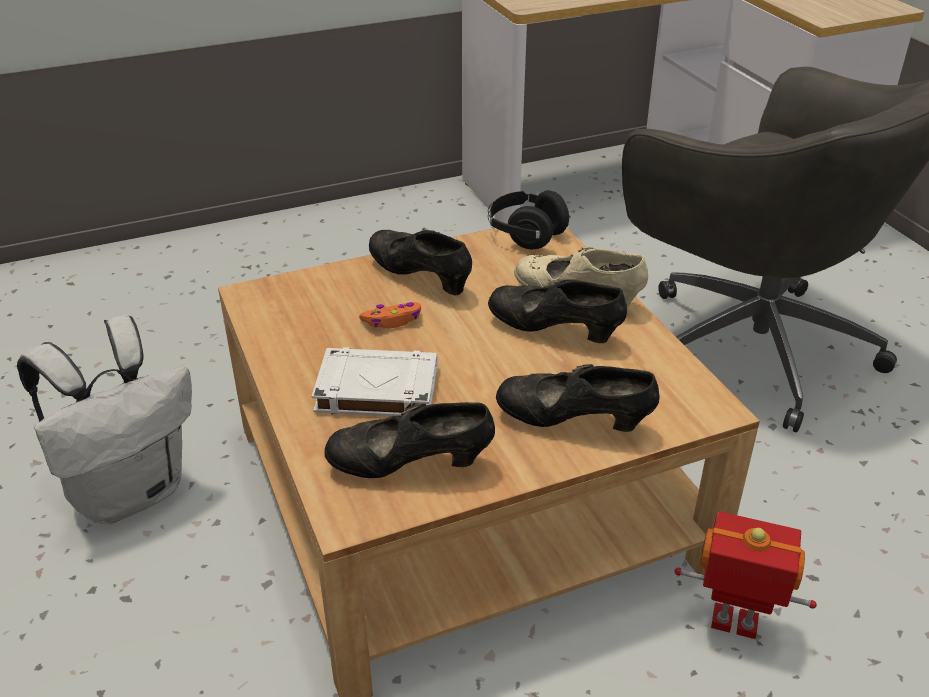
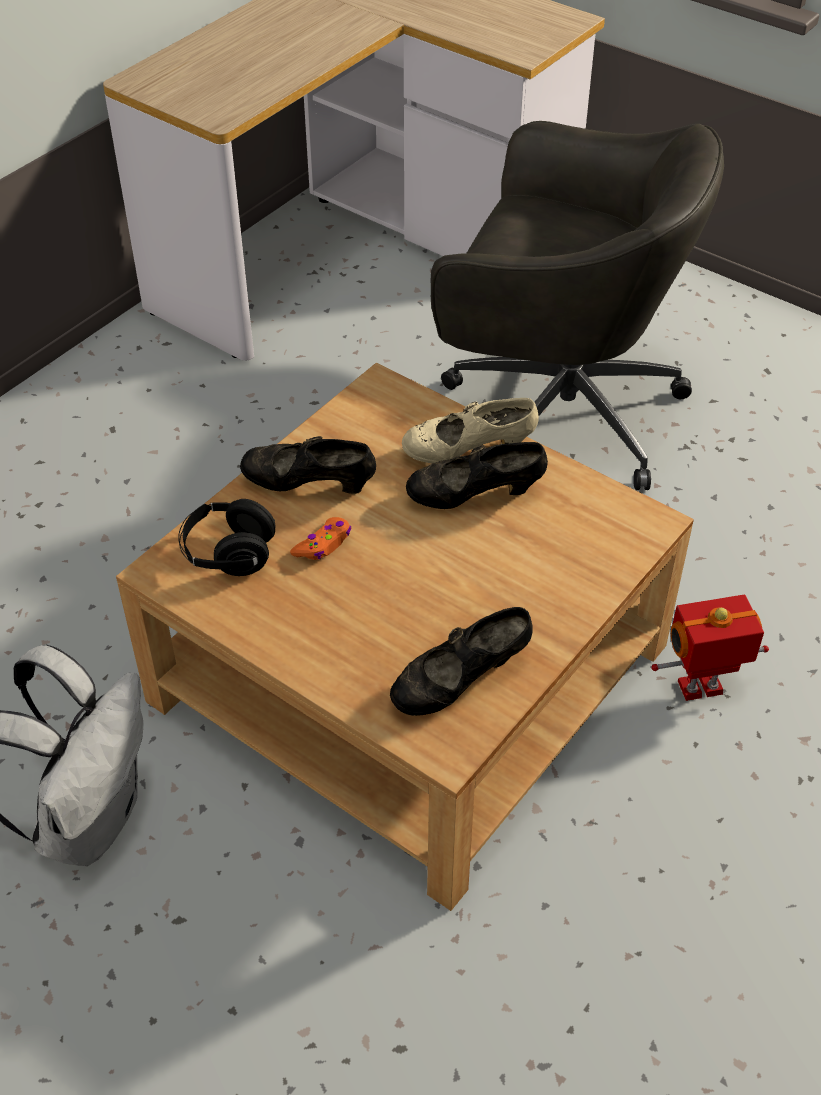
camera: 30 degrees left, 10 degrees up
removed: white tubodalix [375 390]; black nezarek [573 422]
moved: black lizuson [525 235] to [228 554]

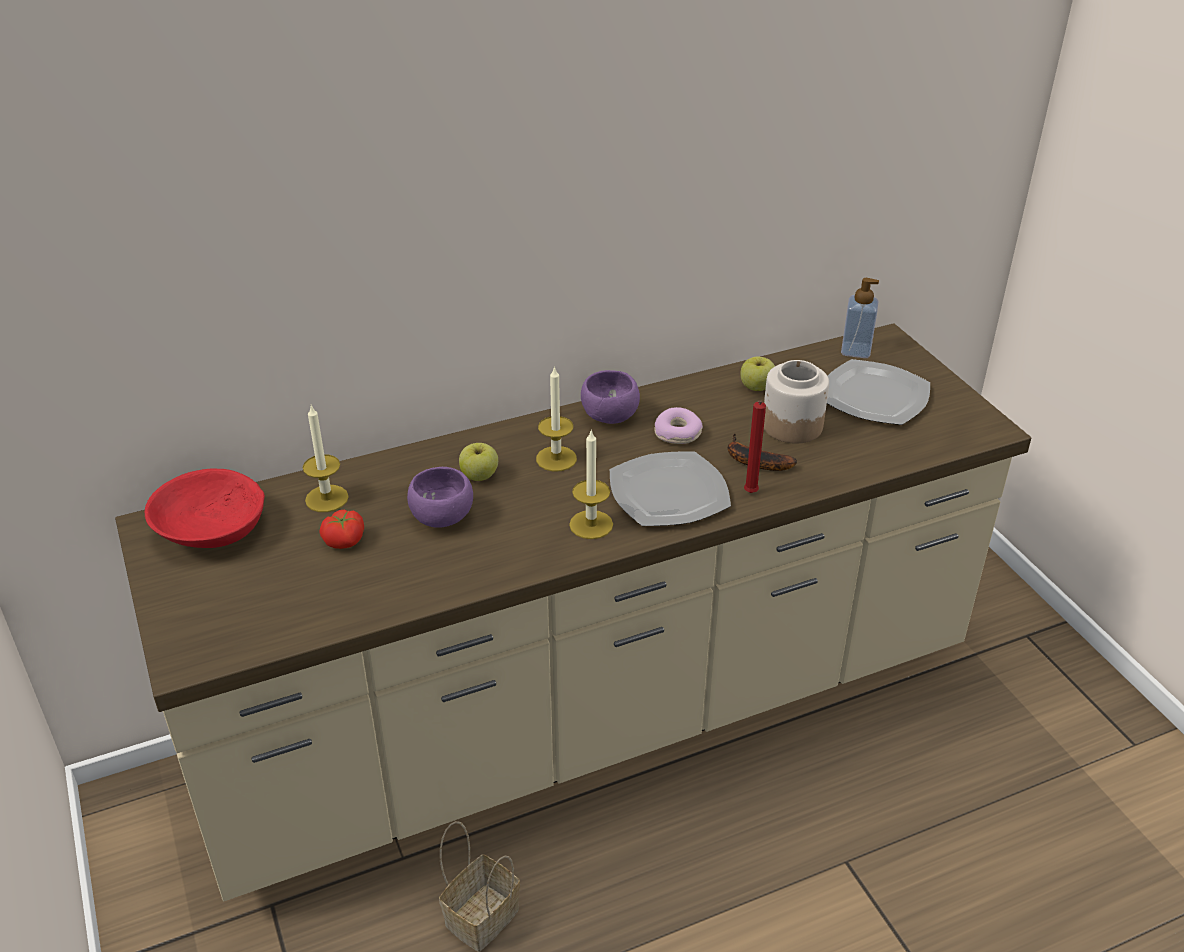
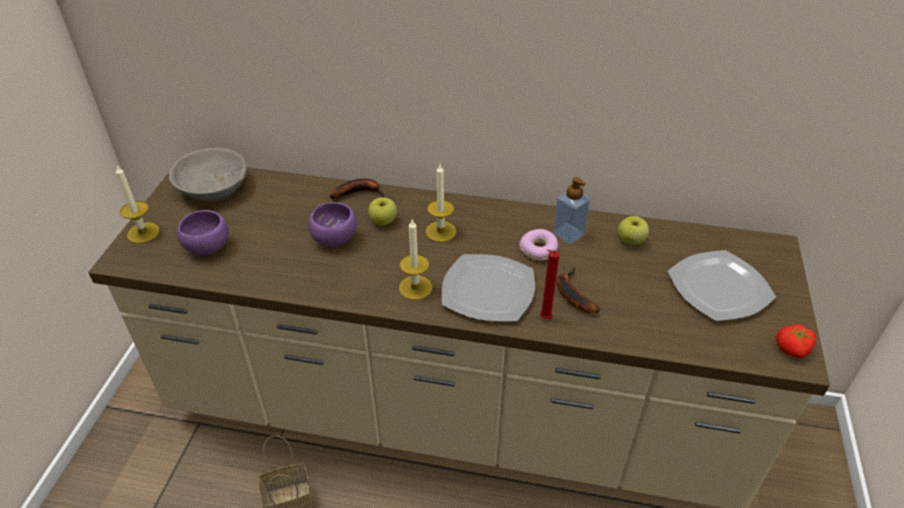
camera: 35 degrees right, 5 degrees up
removed: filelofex [792 425]
added: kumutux [359 192]
moved: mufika [327 498] to [143 233]; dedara [345 541] to [792 349]; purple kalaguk [608 415] to [207 246]; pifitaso [855 350] to [568 234]
recoloured: red kalaguk [210 529] to grey kalaguk [213 187]

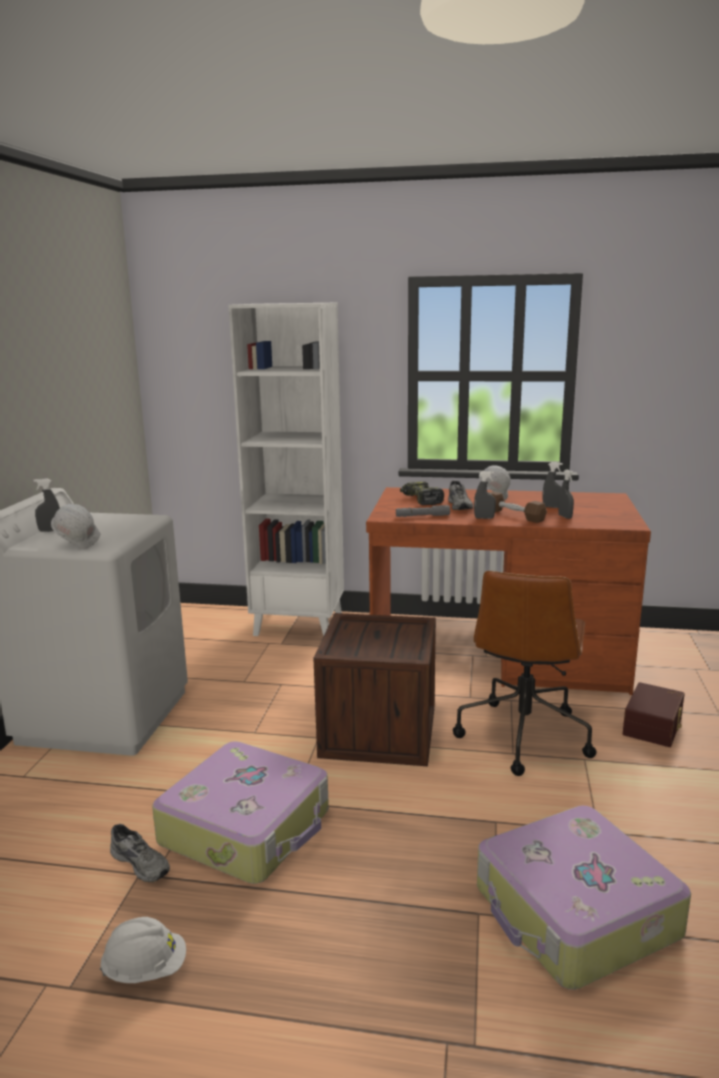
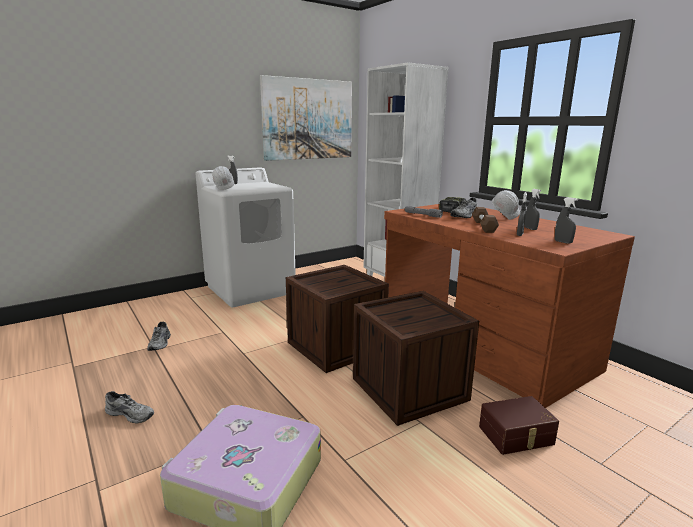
camera: 45 degrees right, 0 degrees up
removed: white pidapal [145 969]; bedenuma [247 827]
added: grey nezarek [131 414]; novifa [308 119]
moved: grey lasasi [484 518] to [563 242]
replaced: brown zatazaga [523 735] to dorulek [409 389]

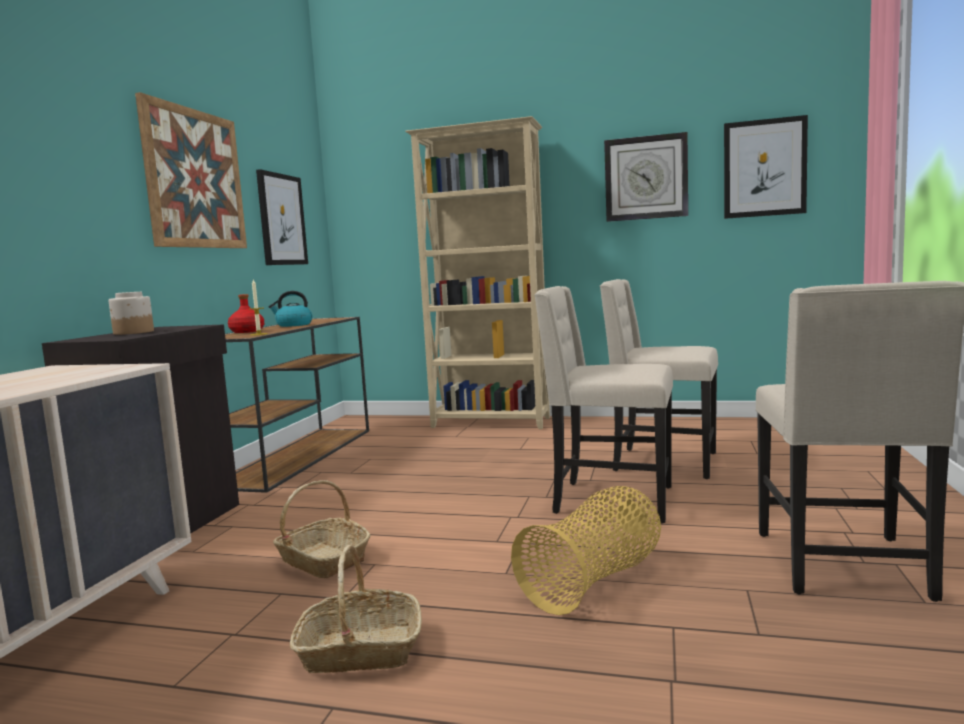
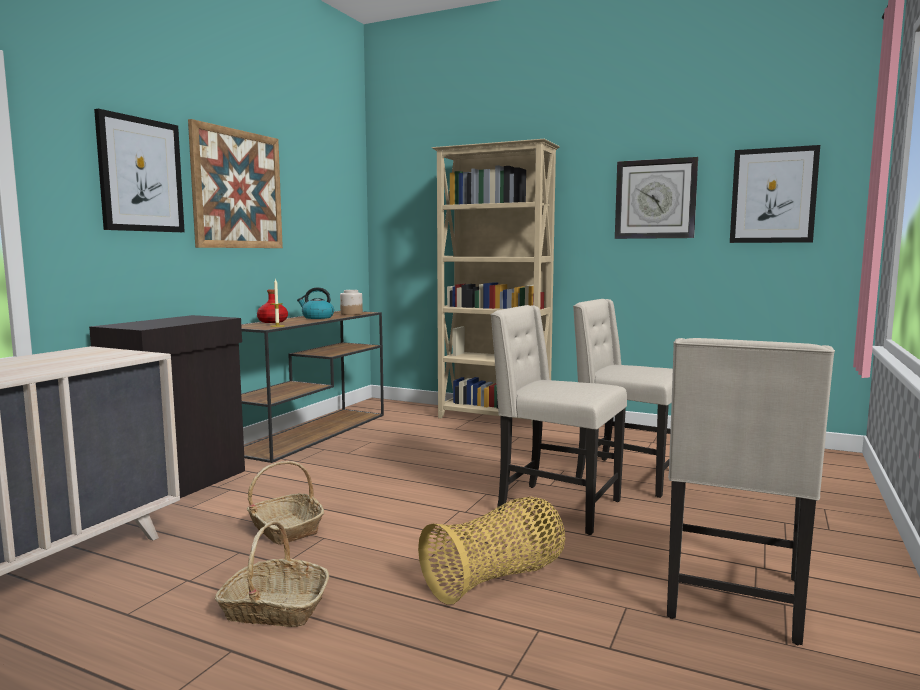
camera: 10 degrees right, 0 degrees up
moved: filelofex [133 332] to [351 314]; novifa [281 219] to [140 175]

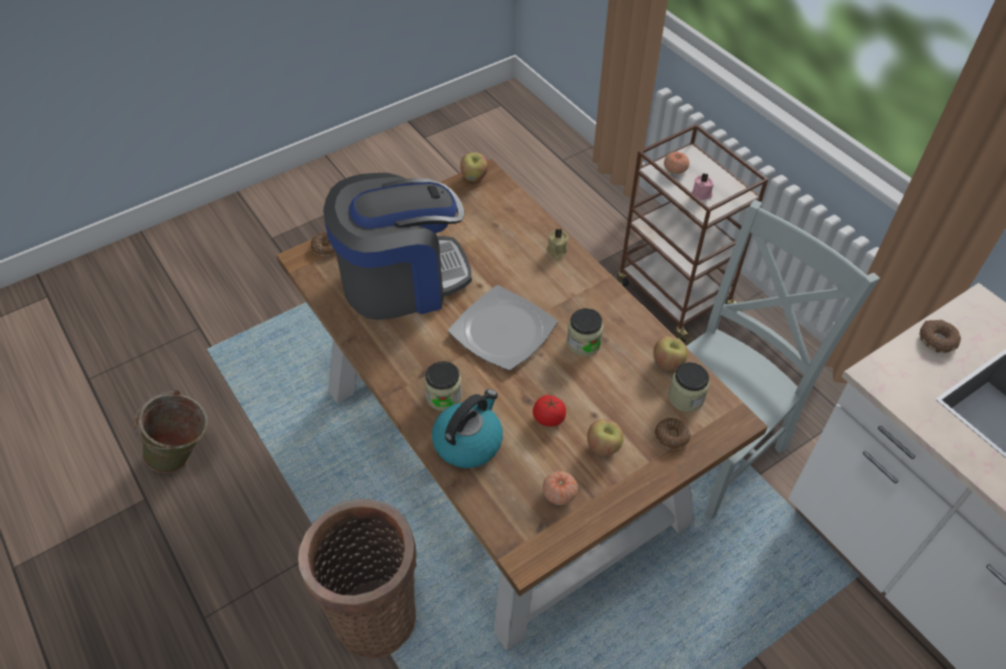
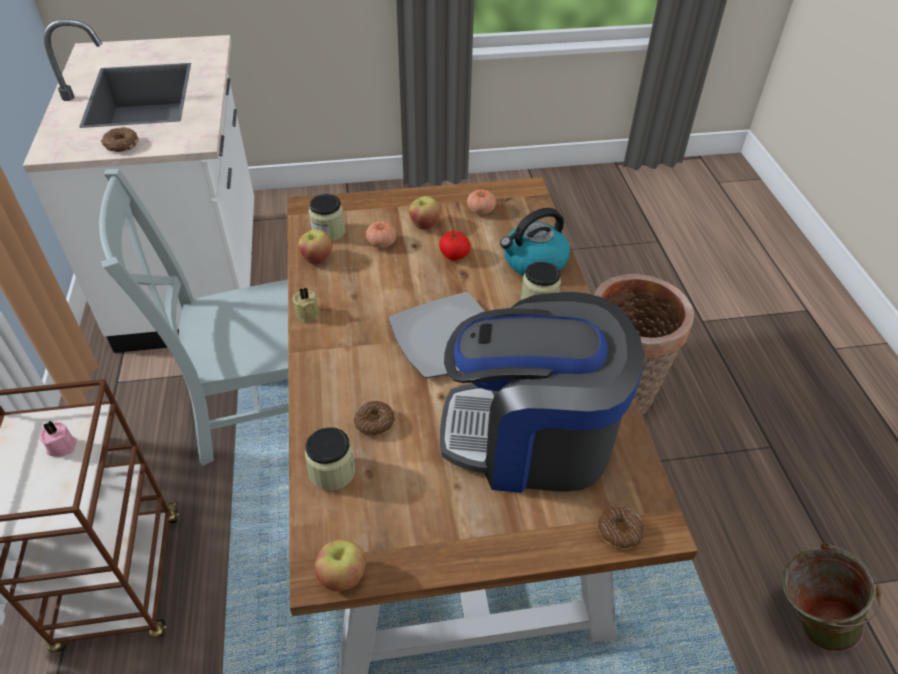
camera: 155 degrees left, 5 degrees down
moved: beige mufika [557 251] to [308 313]; filelofex [583 343] to [332 472]; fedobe [671 437] to [374 423]; dedara [675 170] to [381 243]

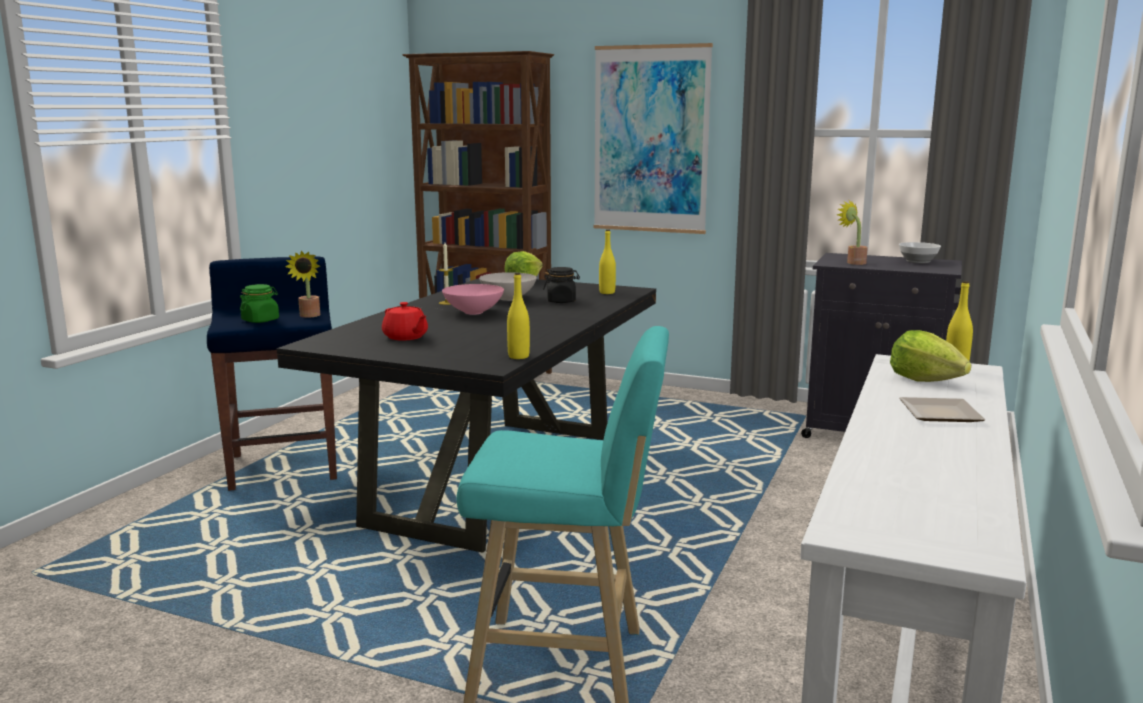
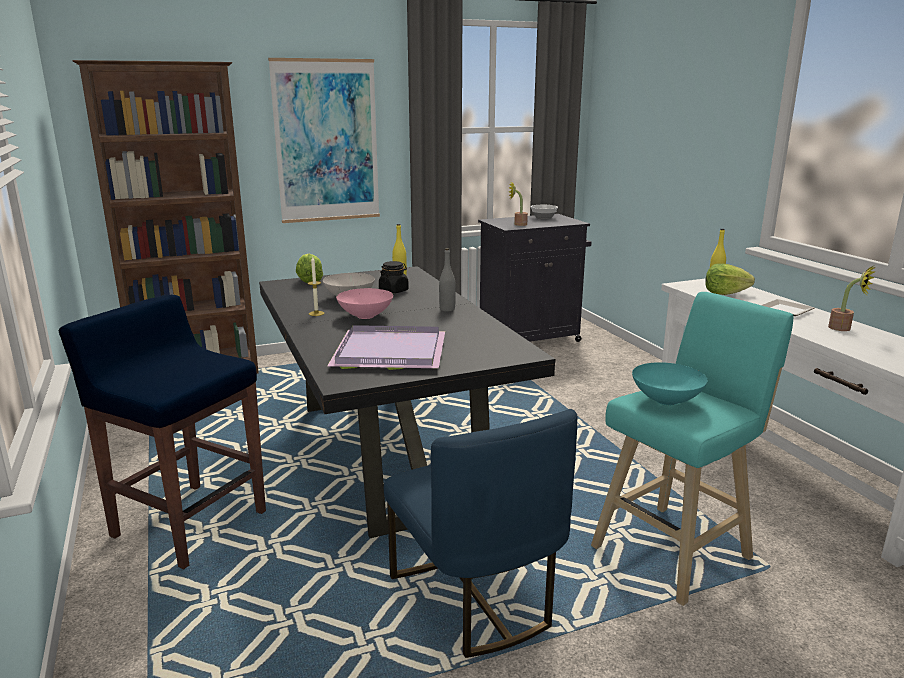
camera: 45 degrees left, 5 degrees up
removed: green filelofex [260 320]; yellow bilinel [518 356]
added: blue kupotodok [476 598]; grey bilinel [447 309]; turquoise kalaguk [667 401]
moved: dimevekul [309 316] to [844 329]
replaced: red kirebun [405 337] to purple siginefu [392 351]

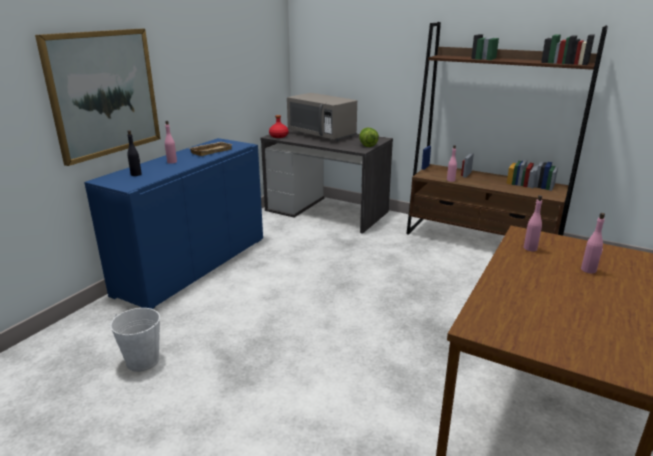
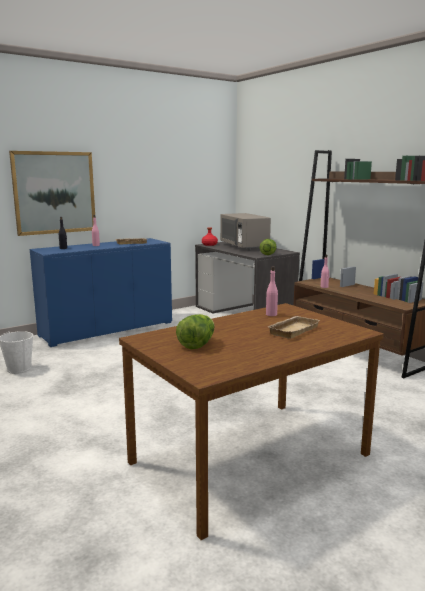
camera: 25 degrees right, 10 degrees down
added: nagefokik [197 344]
replaced: pink bilinel [588 270] to beige siginefu [292 330]

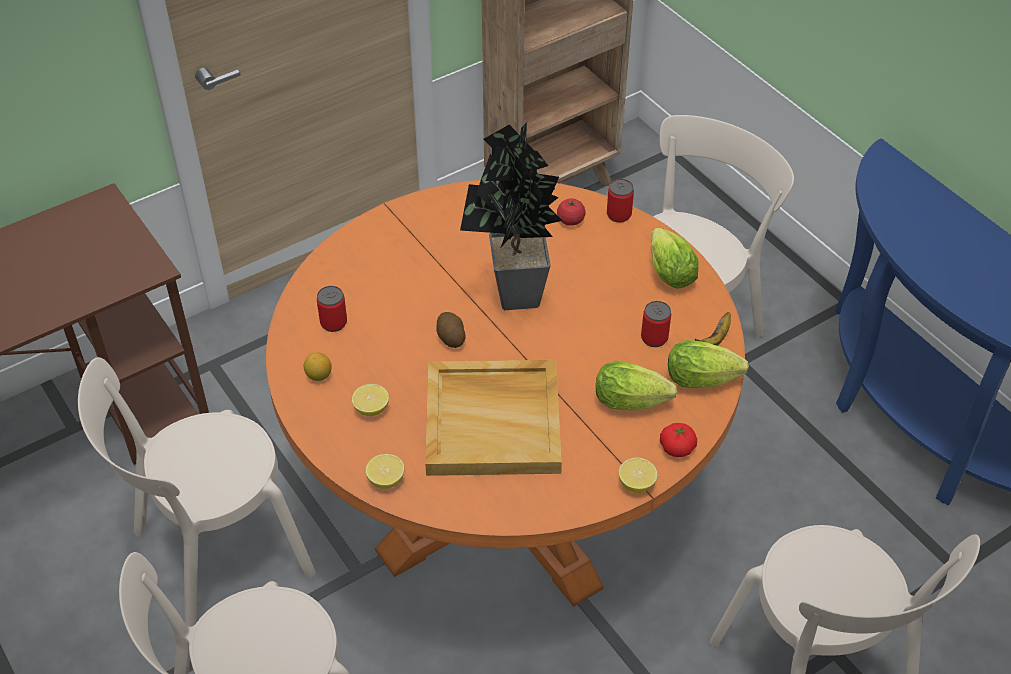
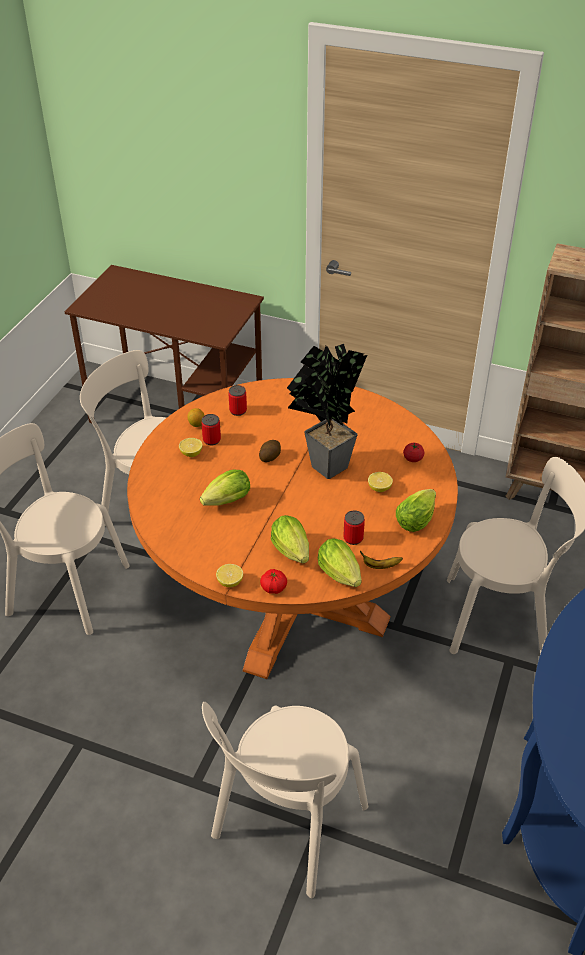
camera: 55 degrees right, 5 degrees down
moved: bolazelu [386 480] to [379 488]; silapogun [619 215] to [211 440]
replaced: beige siginefu [494 420] to nagefokik [225 502]

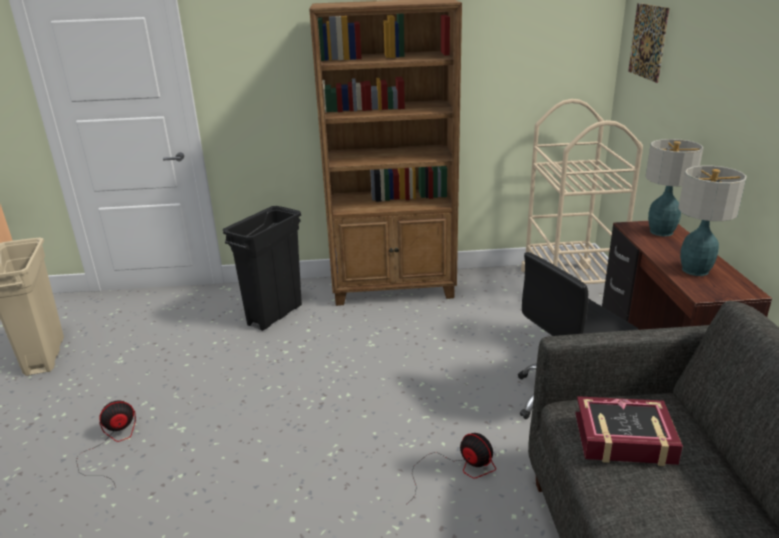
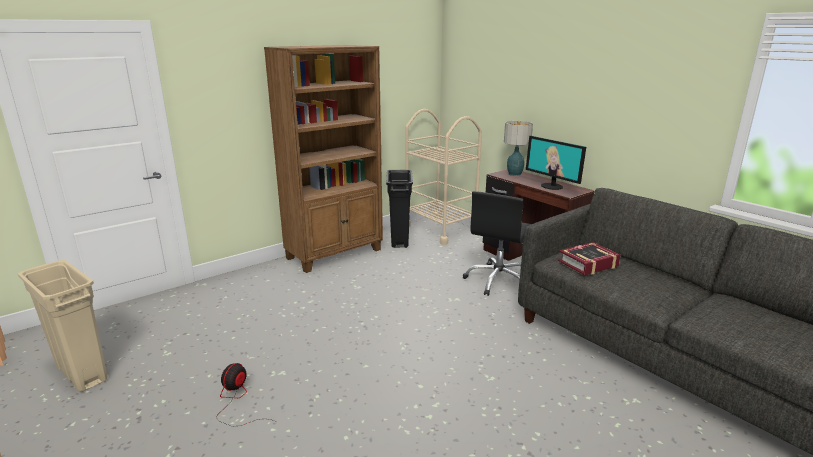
camera: 35 degrees left, 5 degrees down
removed: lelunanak [457 470]; novifa [648 41]
moved: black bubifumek [274 315] to [399 240]
replaced: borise [696 270] to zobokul [552 186]

